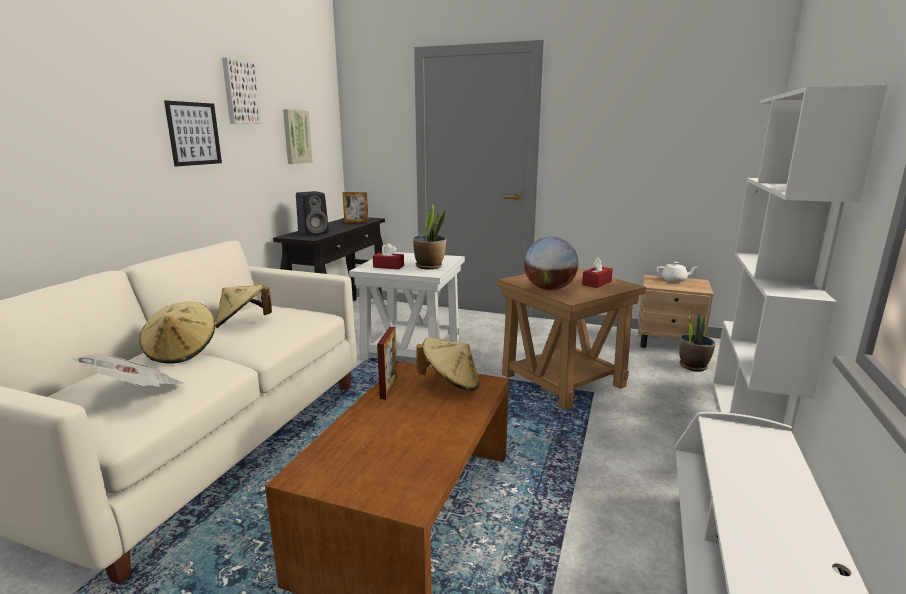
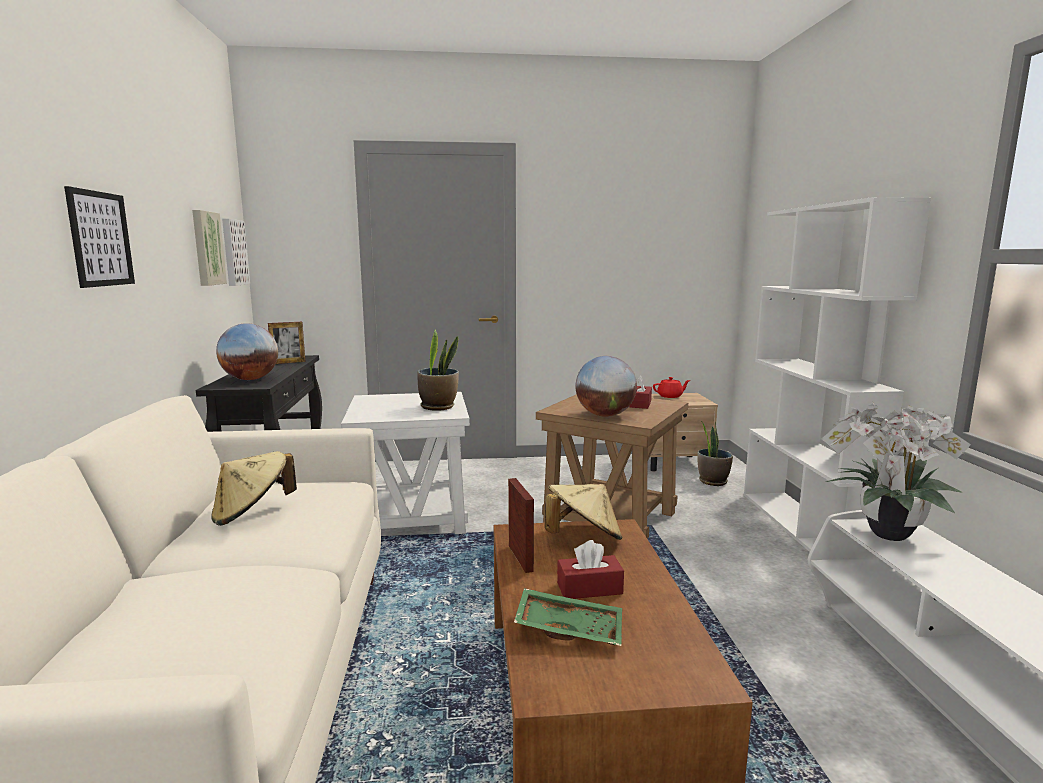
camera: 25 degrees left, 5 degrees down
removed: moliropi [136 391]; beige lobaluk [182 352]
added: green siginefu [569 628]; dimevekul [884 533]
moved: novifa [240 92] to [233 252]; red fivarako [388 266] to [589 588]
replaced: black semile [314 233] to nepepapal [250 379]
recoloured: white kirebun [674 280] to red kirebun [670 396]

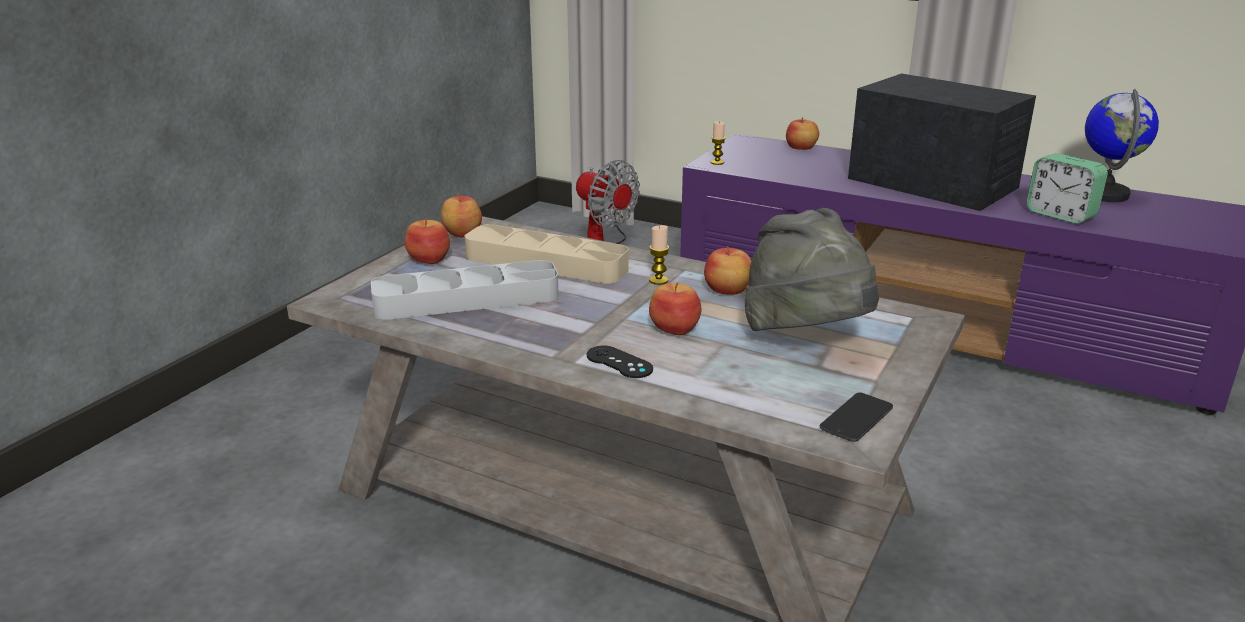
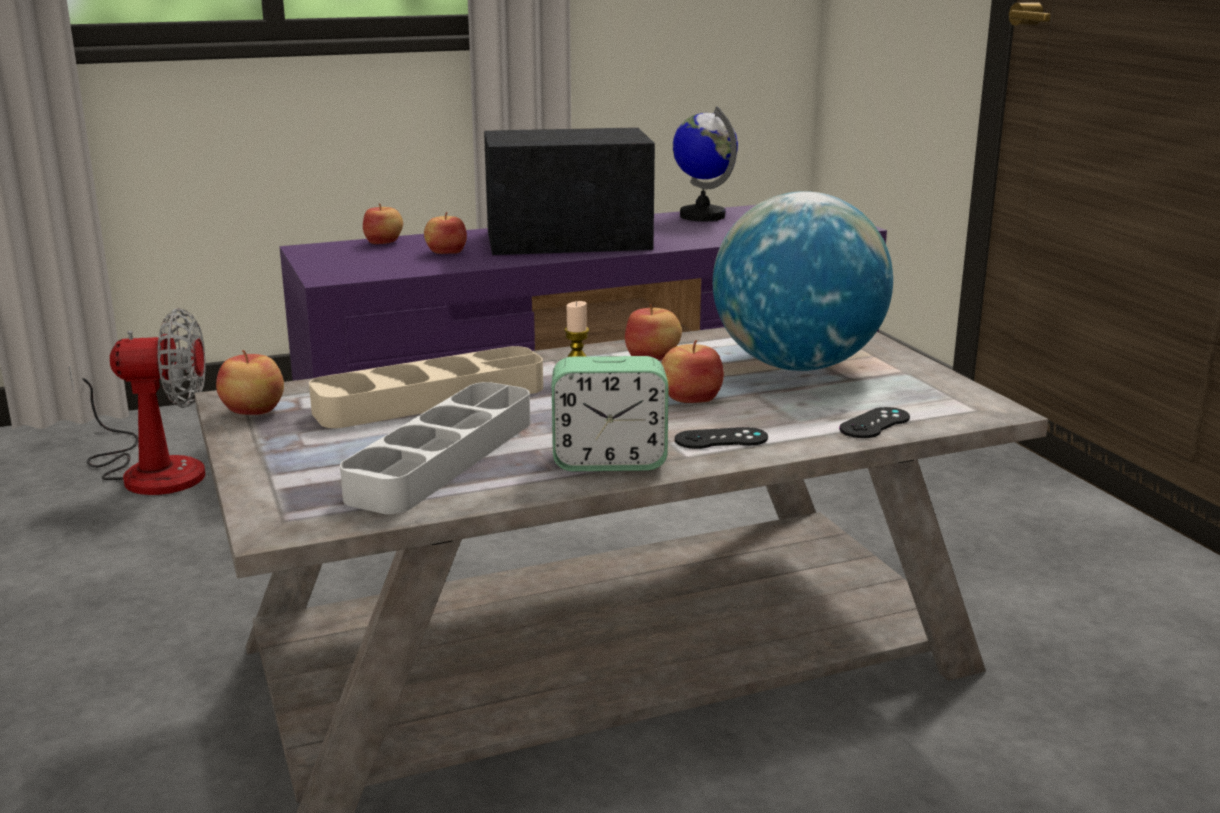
camera: 50 degrees left, 5 degrees down
removed: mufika [717 162]; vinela [856 418]
added: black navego [875 423]
moved: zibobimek [429 259] to [446 252]; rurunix [1060 215] to [609 461]
replaced: grey lobaluk [807 339] to nepepapal [796 365]

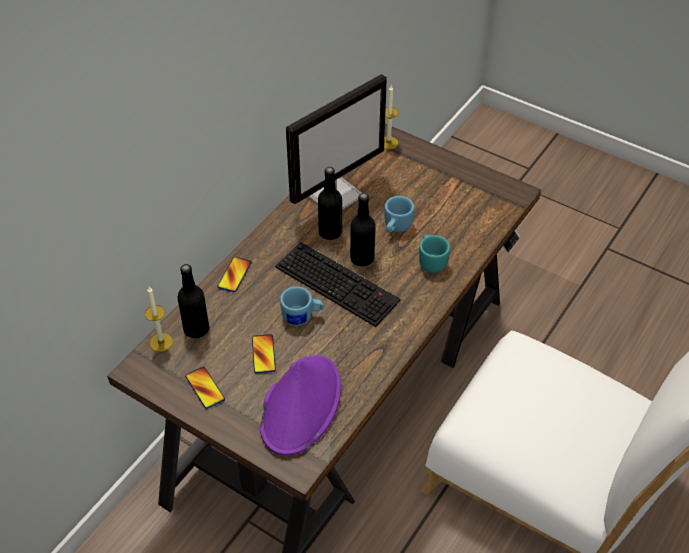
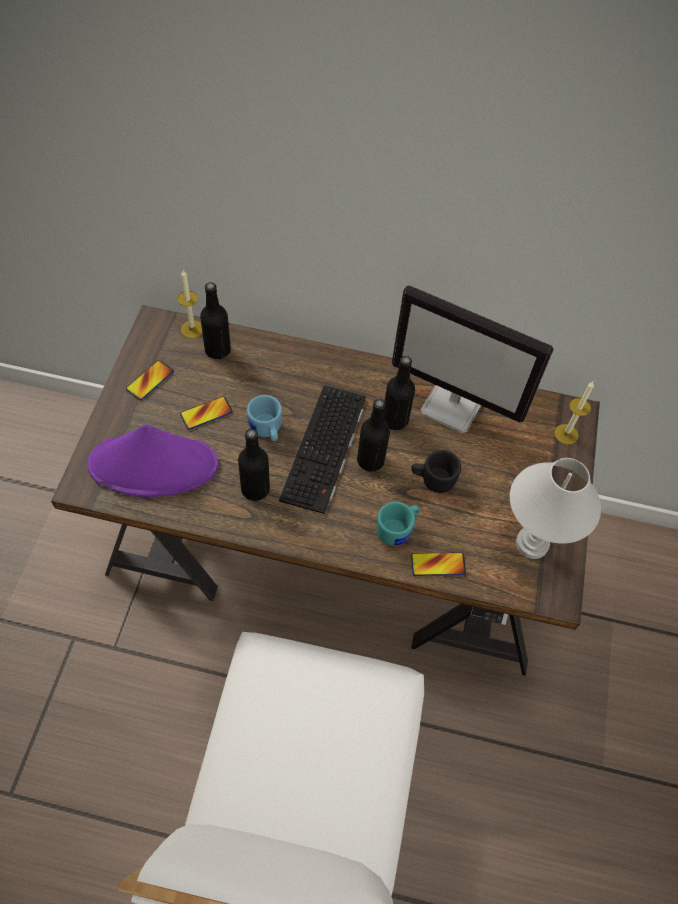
camera: 65 degrees right, 10 degrees up
added: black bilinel [255 489]; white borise [532 543]
moved: vinela [234 275] to [438 564]
recoloured: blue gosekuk [395 227] to black gosekuk [432 479]

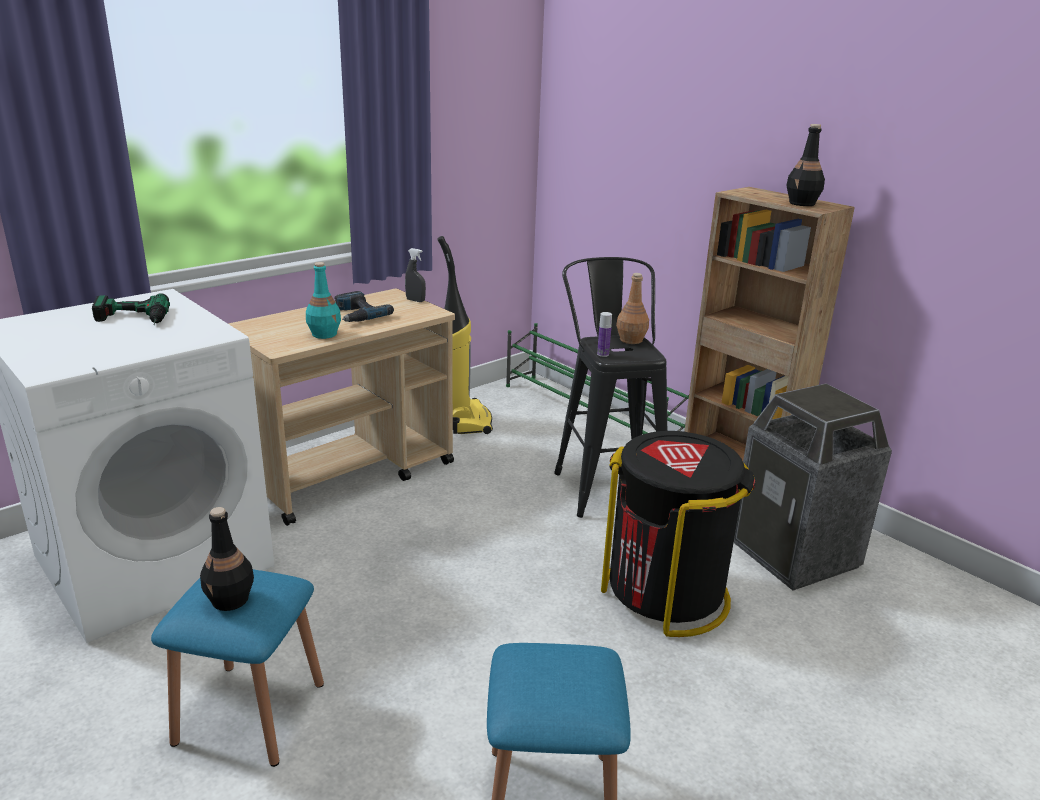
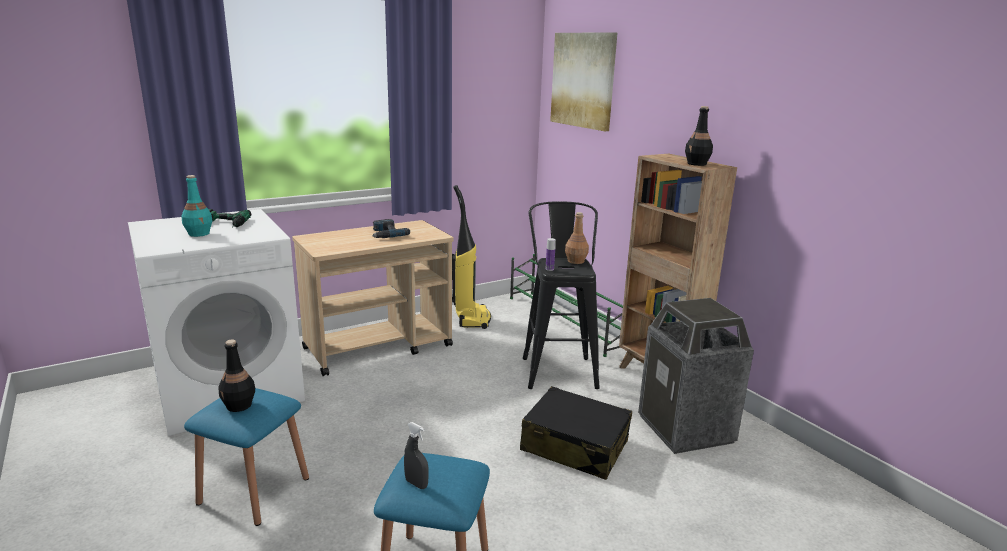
camera: 10 degrees right, 5 degrees down
added: novifa [583 80]
moved: turquoise bilinel [324 334] to [199 233]; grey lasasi [415 300] to [416 484]
replaced: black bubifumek [666 594] to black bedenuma [574 446]

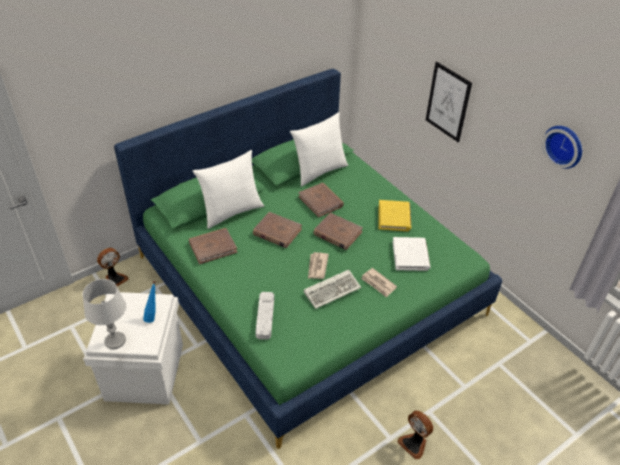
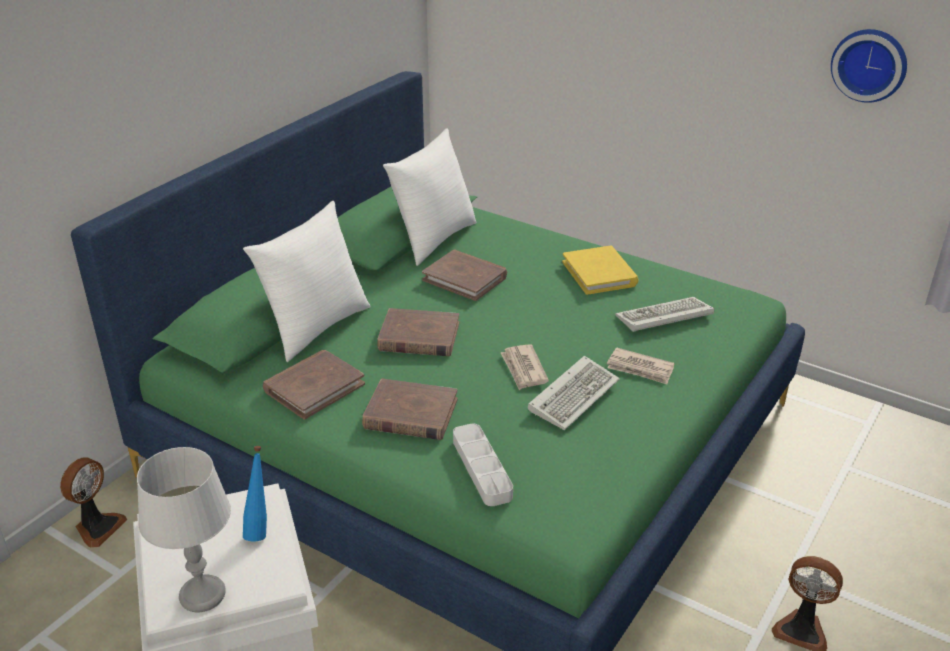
camera: 20 degrees left, 10 degrees down
removed: novifa [448 102]
moved: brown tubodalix [337 233] to [410 414]
replaced: white tubodalix [410 255] to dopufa [662 318]

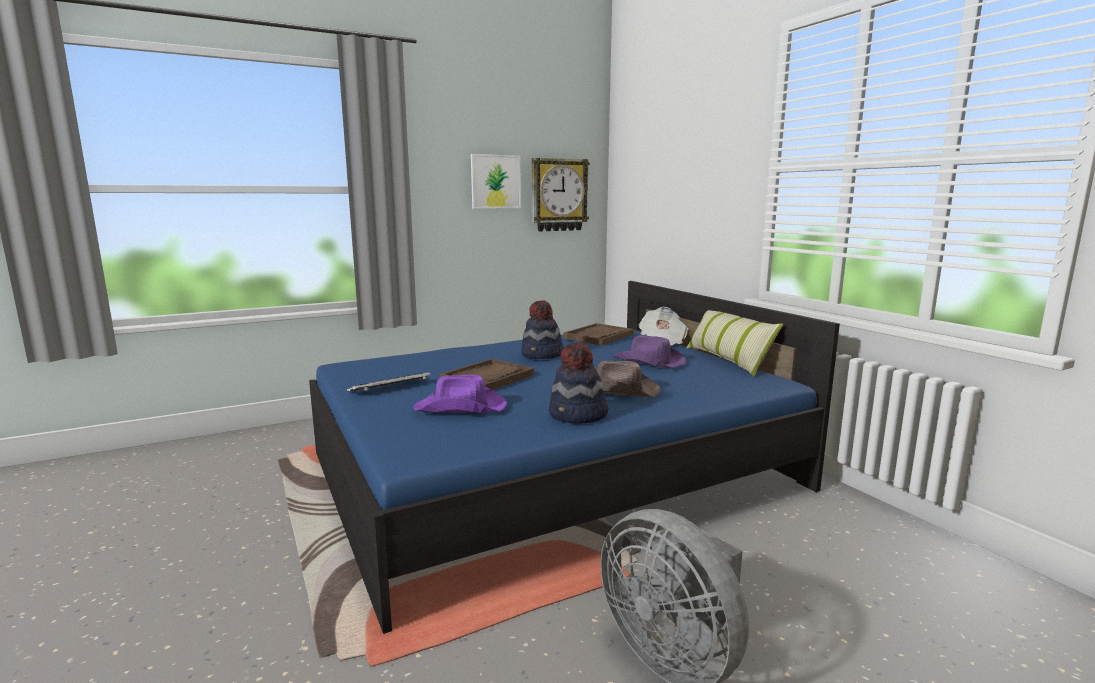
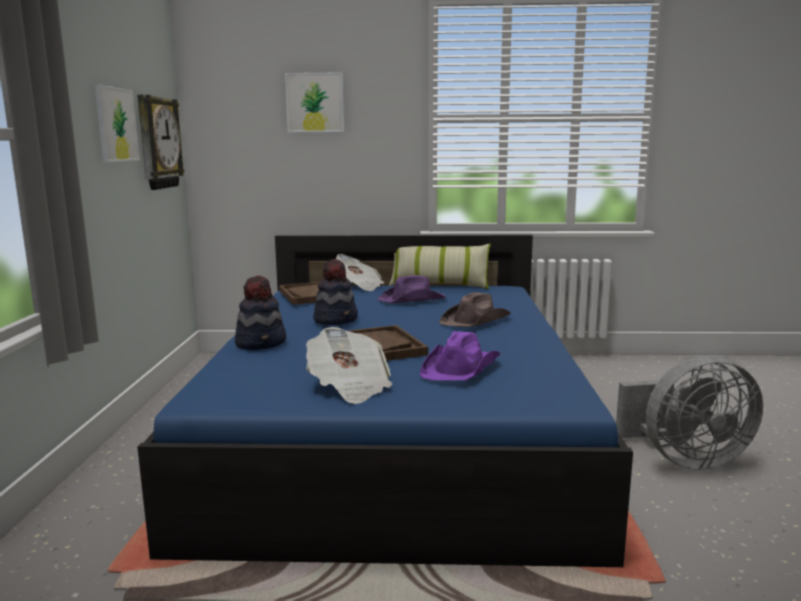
camera: 60 degrees left, 0 degrees up
added: novifa [315 103]
moved: lobaluk [578 415] to [261 343]
replaced: dopufa [390 388] to moliropi [349 387]

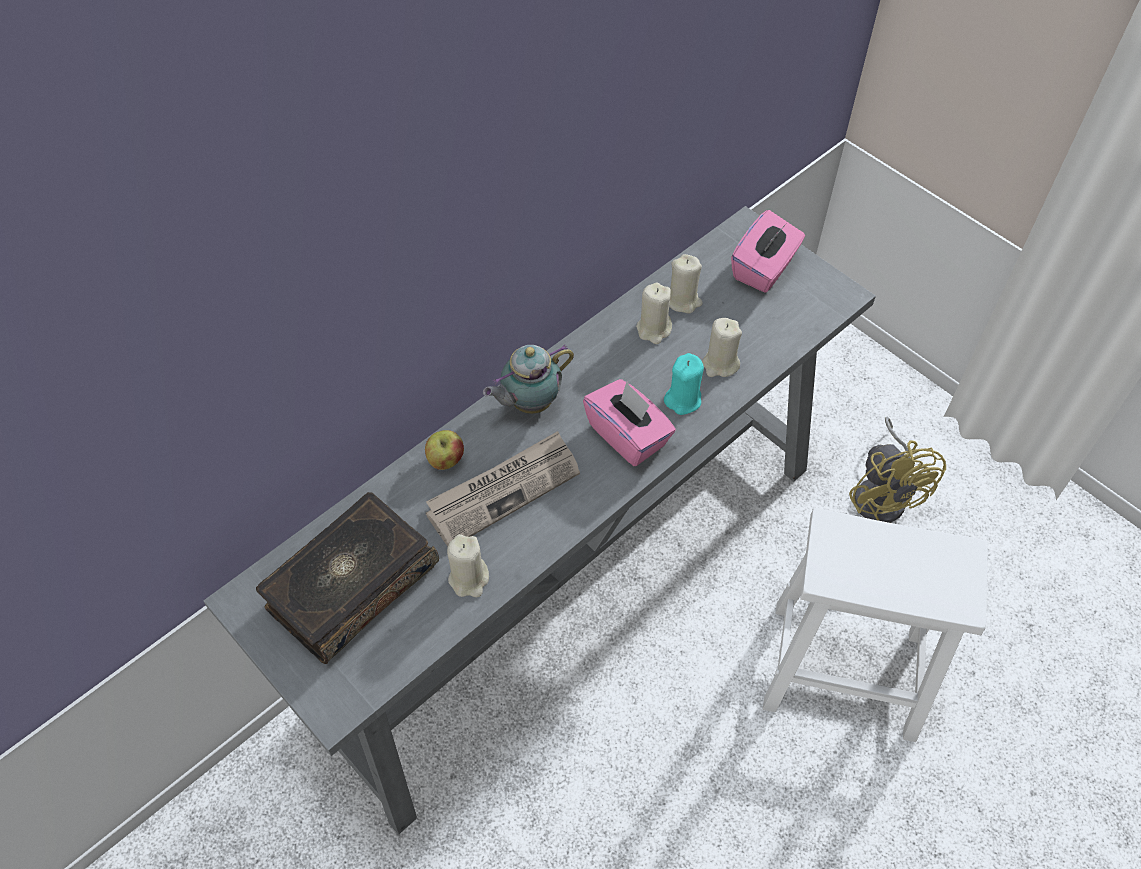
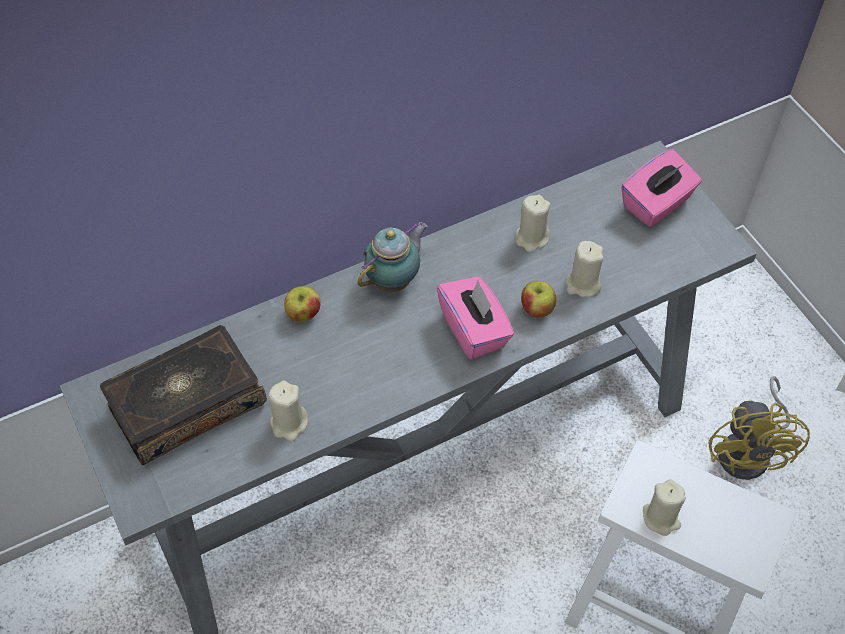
camera: 15 degrees right, 0 degrees up
removed: moliropi [503 490]
moved: beige mufika [683 300] to [661 518]
replaced: turquoise mufika [683 399] to zibobimek [536 309]
turned: kirebun [529 403] = [394 280] 150 degrees clockwise

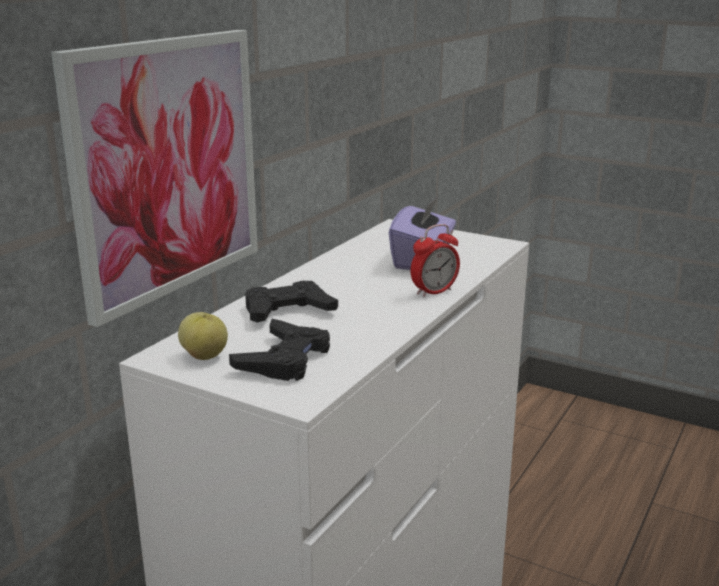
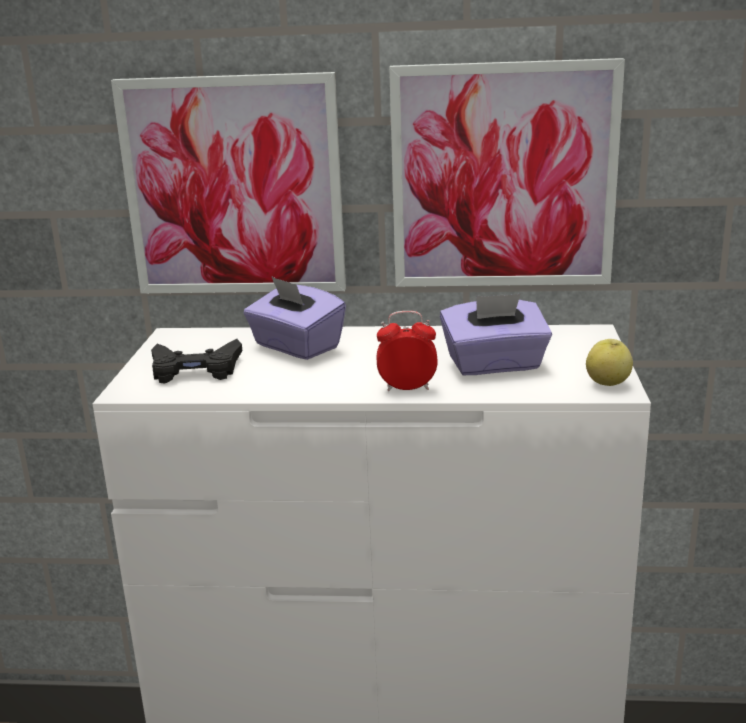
camera: 65 degrees right, 0 degrees up
added: novifa [503 177]
moved: zibobimek [205 356] to [608 383]
replaced: black navego [287 311] to purple fivarako [296 347]
turned: rurunix [434 292] = [407 388] 150 degrees clockwise

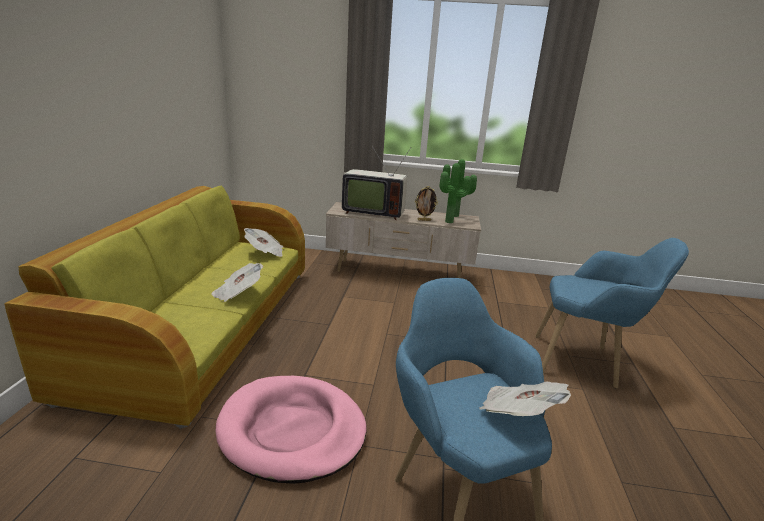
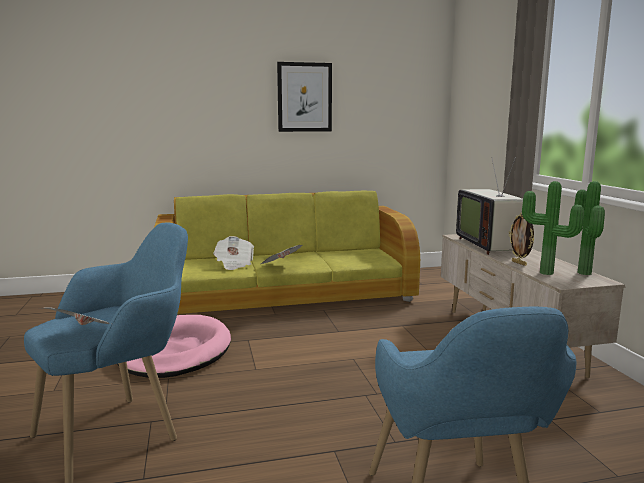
camera: 70 degrees right, 10 degrees down
added: novifa [304 97]
moved: moliropi [265 252] to [234 264]

